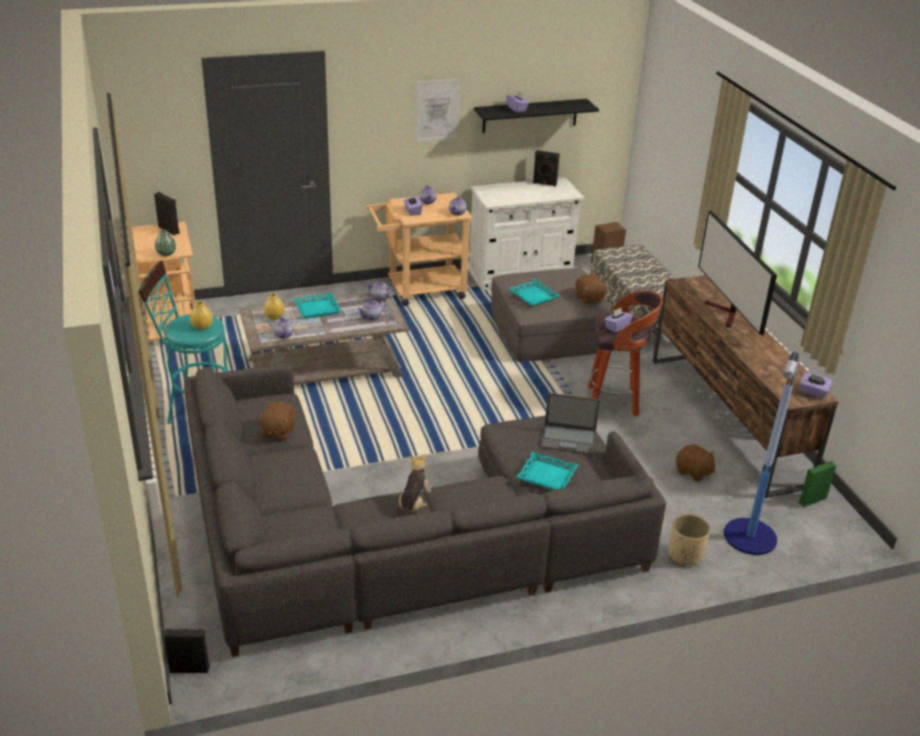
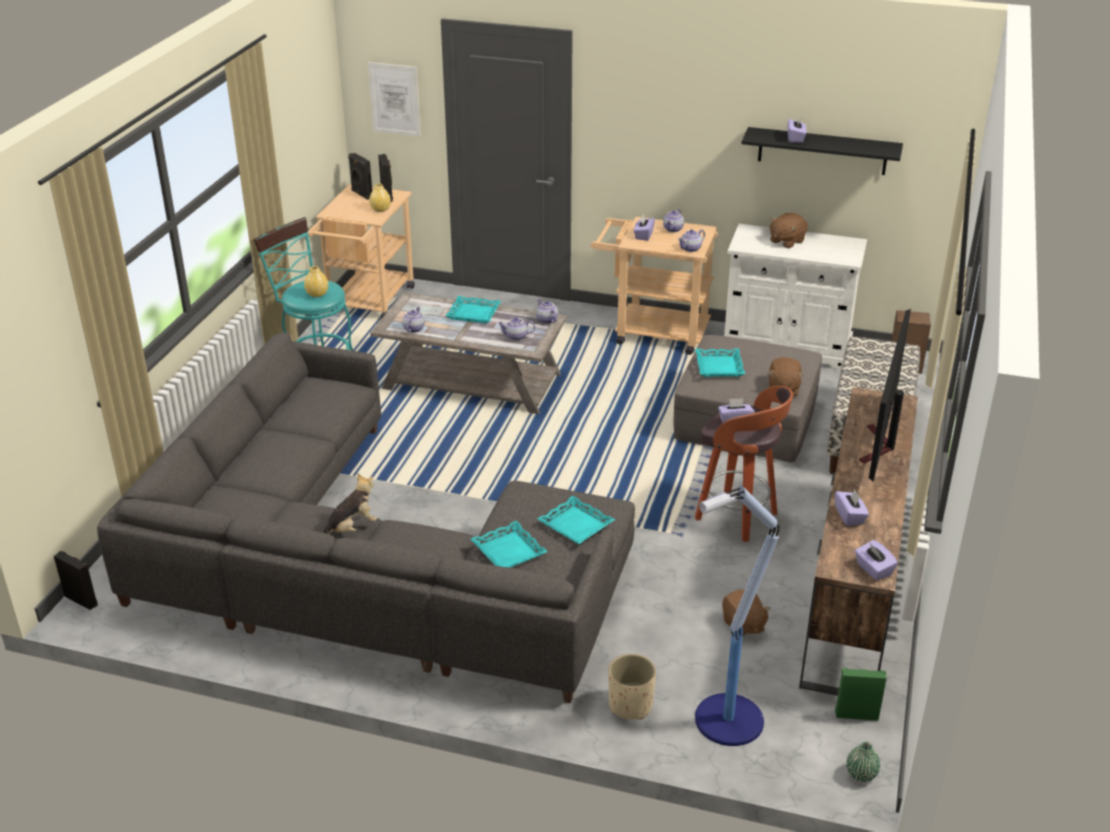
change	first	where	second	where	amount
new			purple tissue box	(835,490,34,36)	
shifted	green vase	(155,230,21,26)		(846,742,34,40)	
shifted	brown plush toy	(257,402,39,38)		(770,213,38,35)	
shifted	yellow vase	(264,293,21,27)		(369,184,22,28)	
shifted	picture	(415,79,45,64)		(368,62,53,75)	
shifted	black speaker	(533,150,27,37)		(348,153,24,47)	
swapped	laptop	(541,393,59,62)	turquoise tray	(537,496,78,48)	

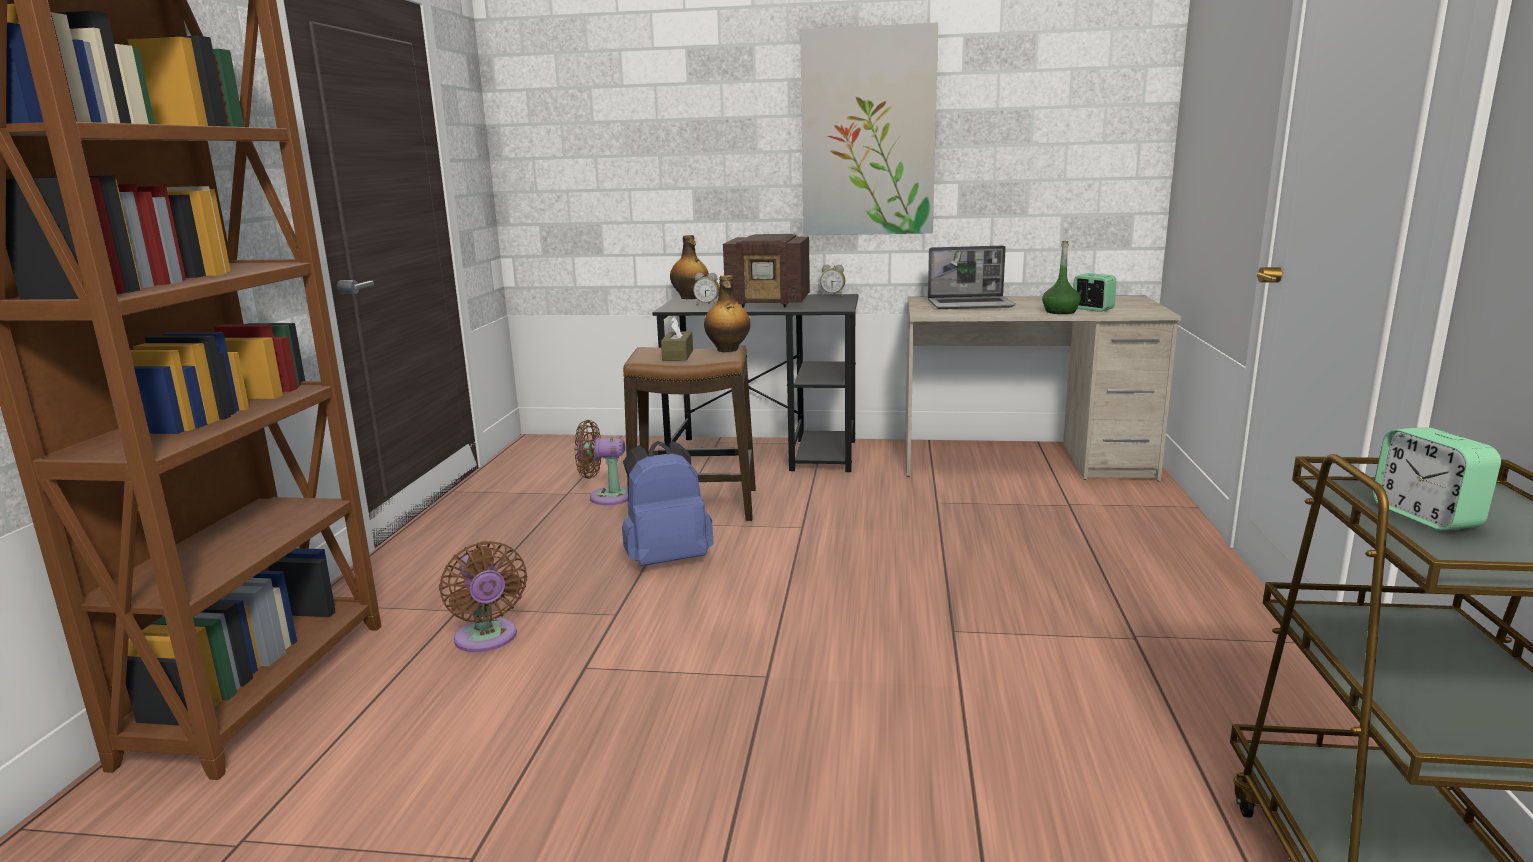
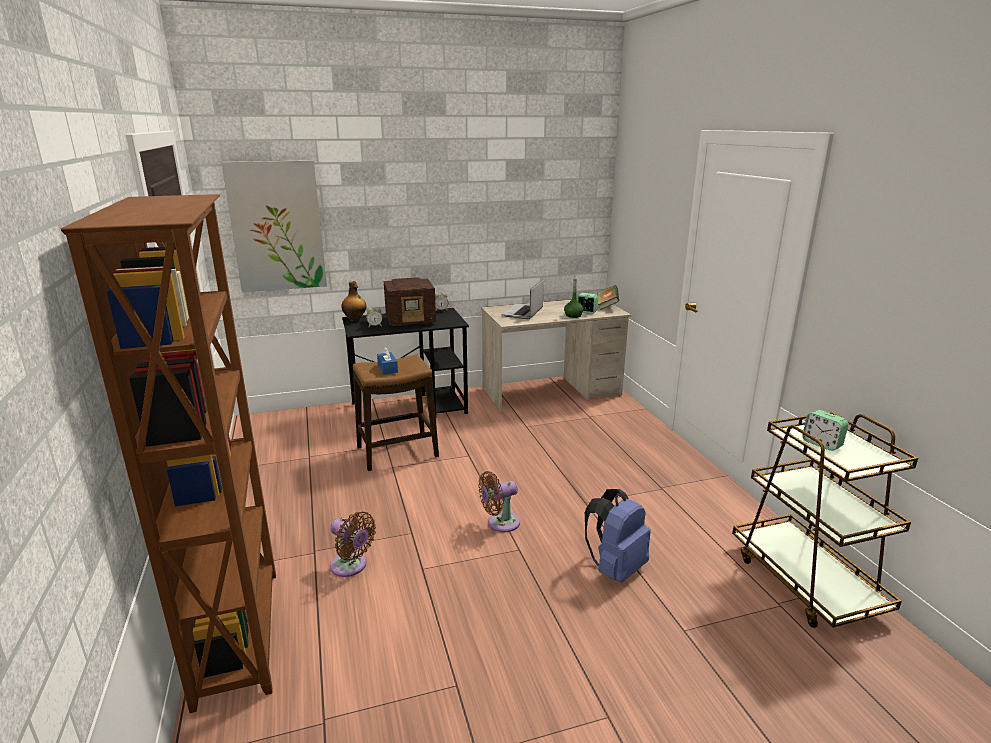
change	first	where	second	where	amount
gone	bottle	(704,275,47,77)			
new			book	(597,285,22,25)	
shifted	brown fan	(575,420,53,85)		(478,471,42,61)	
shifted	blue backpack	(622,441,92,125)		(585,489,66,94)	
shifted	picture	(800,23,138,212)		(221,160,106,132)	
repainted	brown tissue box	(661,317,32,44)	blue tissue box	(377,346,21,28)	
rotated	laptop	(928,246,88,63)		(502,279,42,40)	135 degrees clockwise

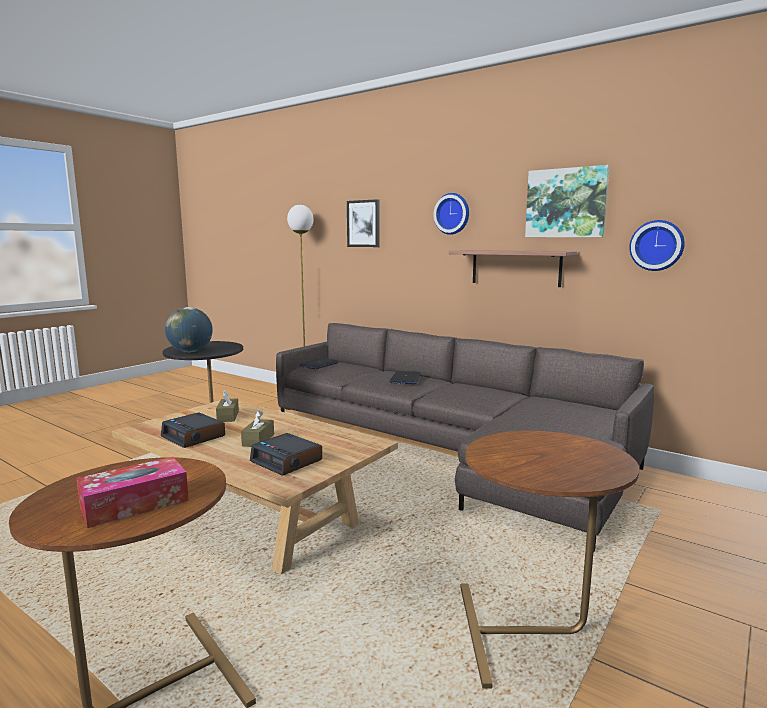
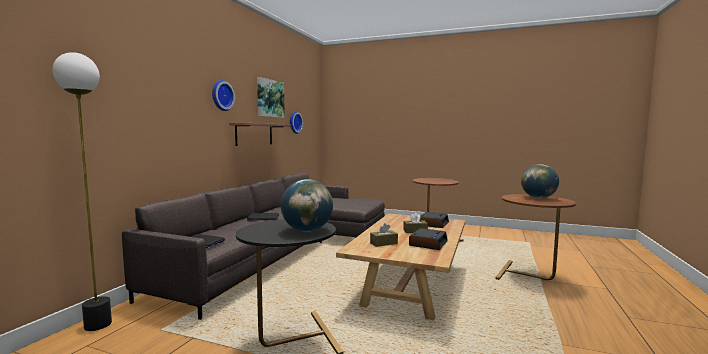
change	first	where	second	where	amount
gone	picture	(347,199,33,48)			
swapped	tissue box	(76,457,113,71)	globe	(521,164,38,34)	

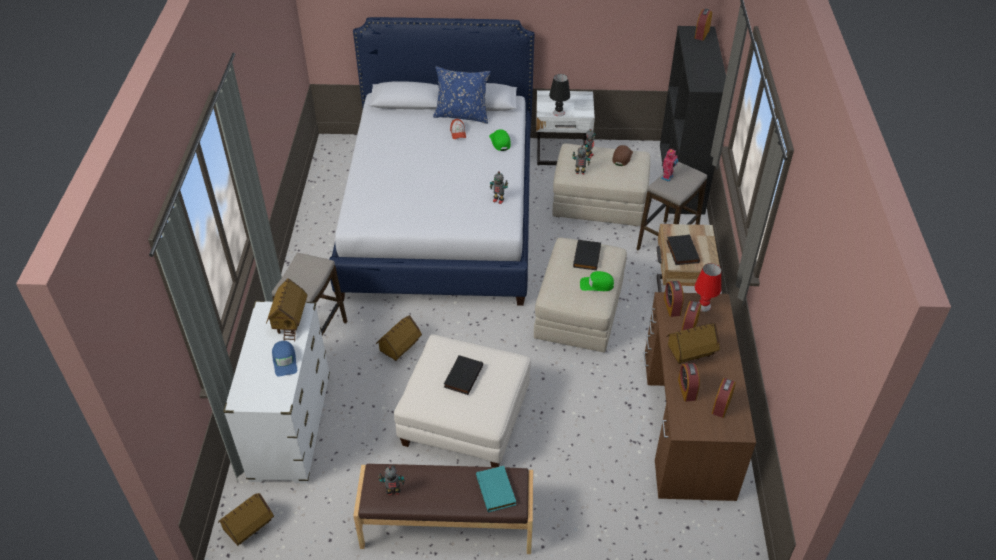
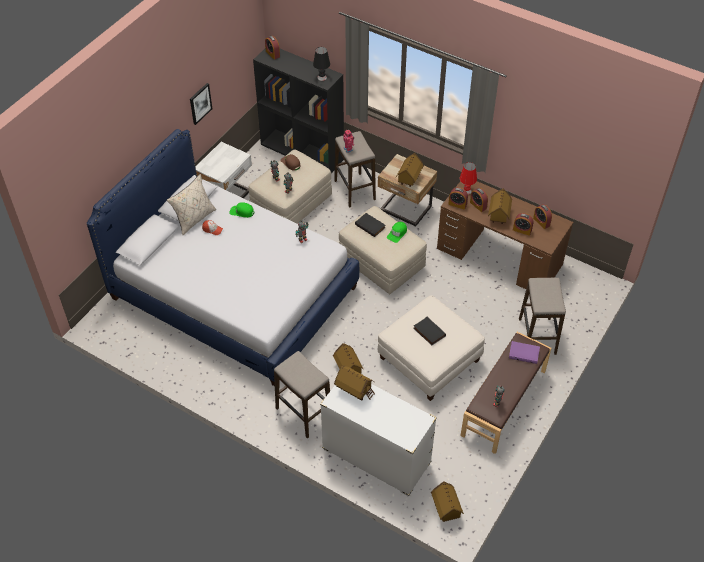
change	first	where	second	where	amount
gone	blue cap	(272,341,25,36)			
new			picture	(190,83,22,42)	
new			stool	(519,278,47,77)	
shifted	black table lamp	(549,74,21,42)		(313,47,17,34)	
swapped	black book	(666,234,34,31)	toy house	(396,153,28,34)	
repainted	blue pillow	(433,66,58,58)	beige pillow	(167,174,49,61)	
repainted	turquoise book	(476,466,40,47)	purple book	(509,341,31,23)	

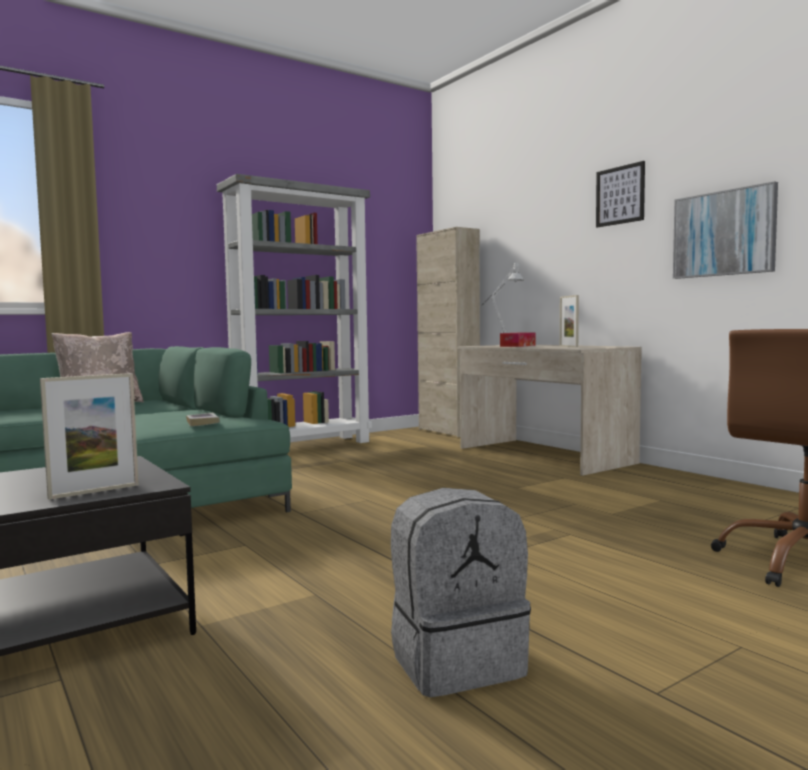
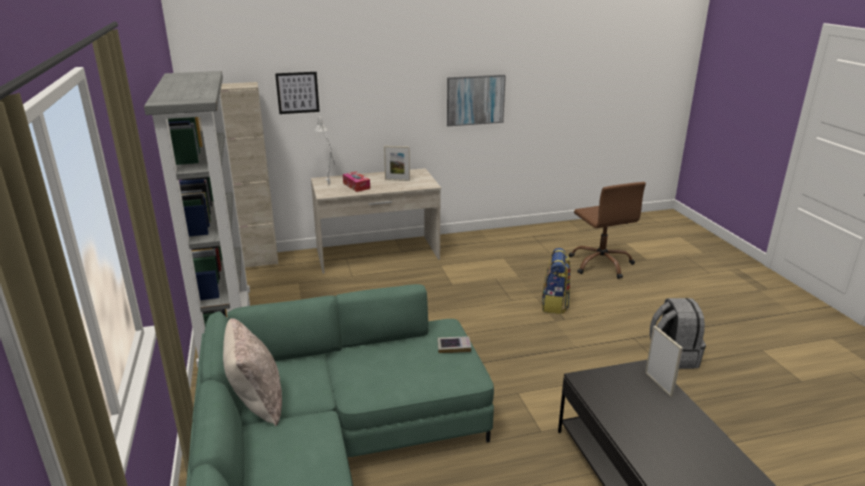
change	first	where	second	where	amount
new			backpack	(542,248,29,66)	
shifted	picture	(596,161,49,66)		(275,72,45,42)	

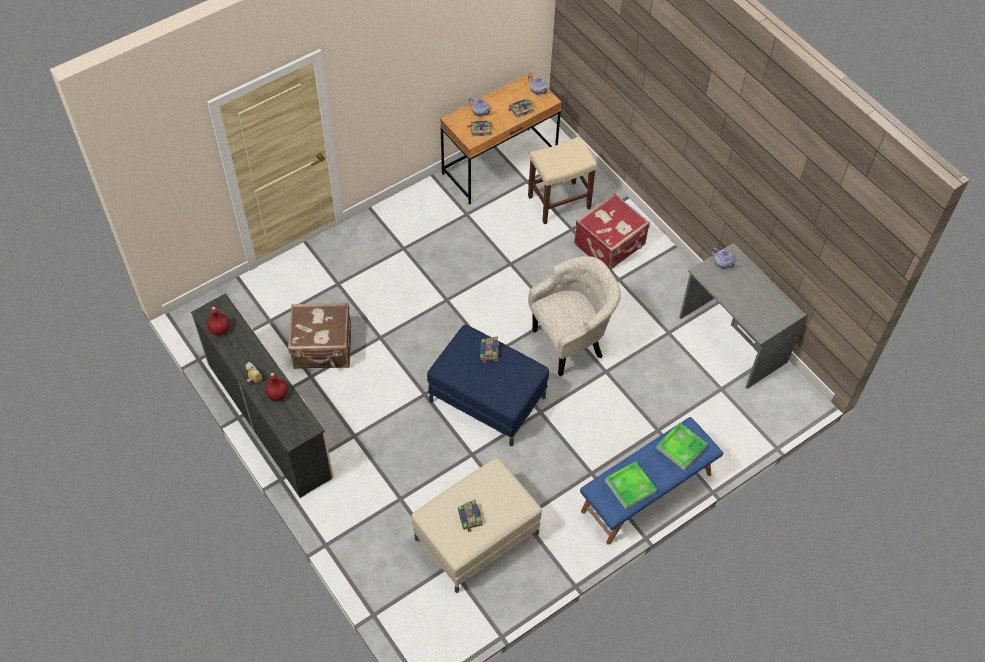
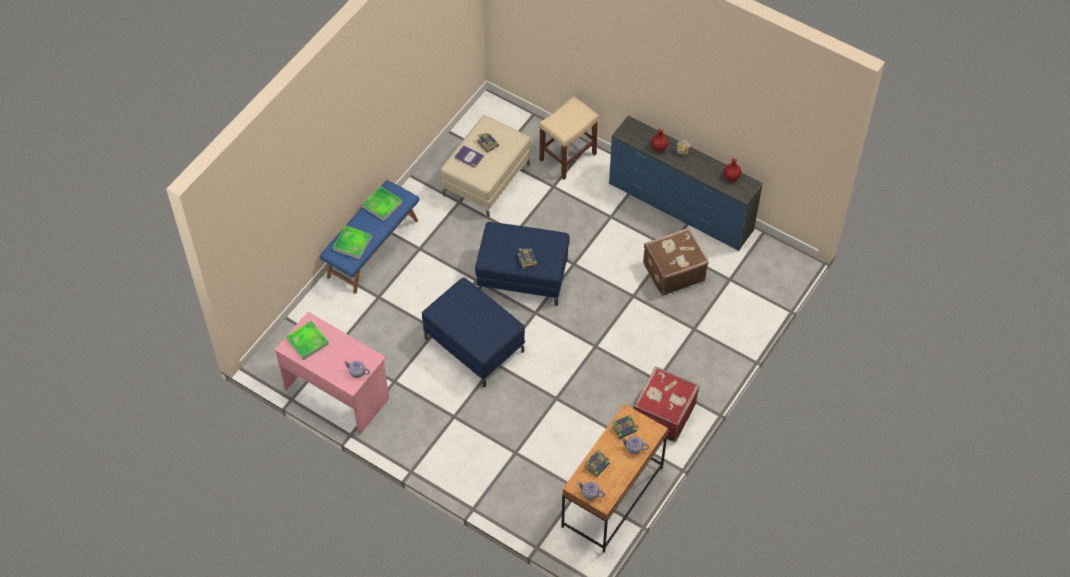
change	first	where	second	where	amount
new			tray	(286,321,43,39)	
new			book	(455,145,29,23)	
shifted	beige stool	(528,136,69,88)		(539,96,60,84)	
shifted	red suitcase	(574,193,76,77)		(633,366,66,76)	
swapped	beige armchair	(528,256,93,120)	blue ottoman	(422,278,103,109)	
repainted	beige dresser	(191,293,143,205)	blue dresser	(609,115,154,136)	
repainted	grey desk	(679,243,128,146)	pink desk	(275,312,114,123)	

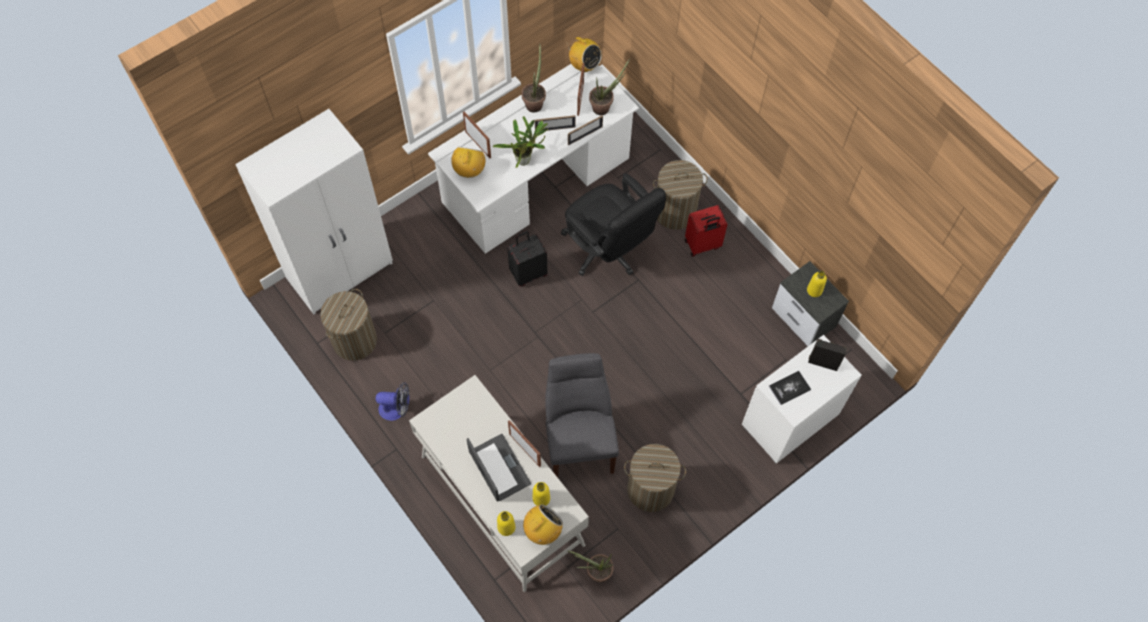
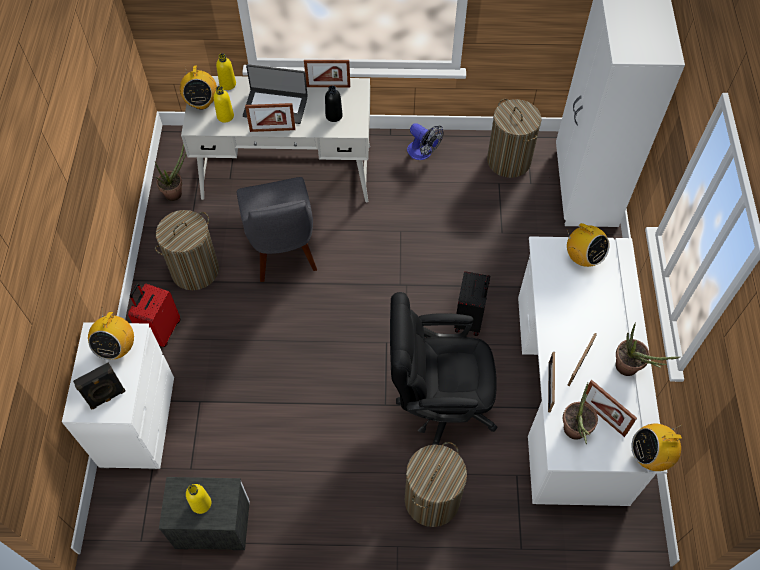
change	first	where	second	where	amount
gone	potted plant	(493,116,55,52)			
new			black bottle	(325,86,18,36)	
shifted	picture frame	(463,112,28,46)		(304,60,46,27)	
shifted	red suitcase	(685,205,42,52)		(128,283,52,64)	
swapped	book	(769,371,42,34)	radio	(88,307,46,53)	
rotated	fan	(376,382,33,39)		(407,123,37,37)	90 degrees counterclockwise
rotated	grey chair	(545,353,74,125)		(237,177,80,105)	45 degrees clockwise

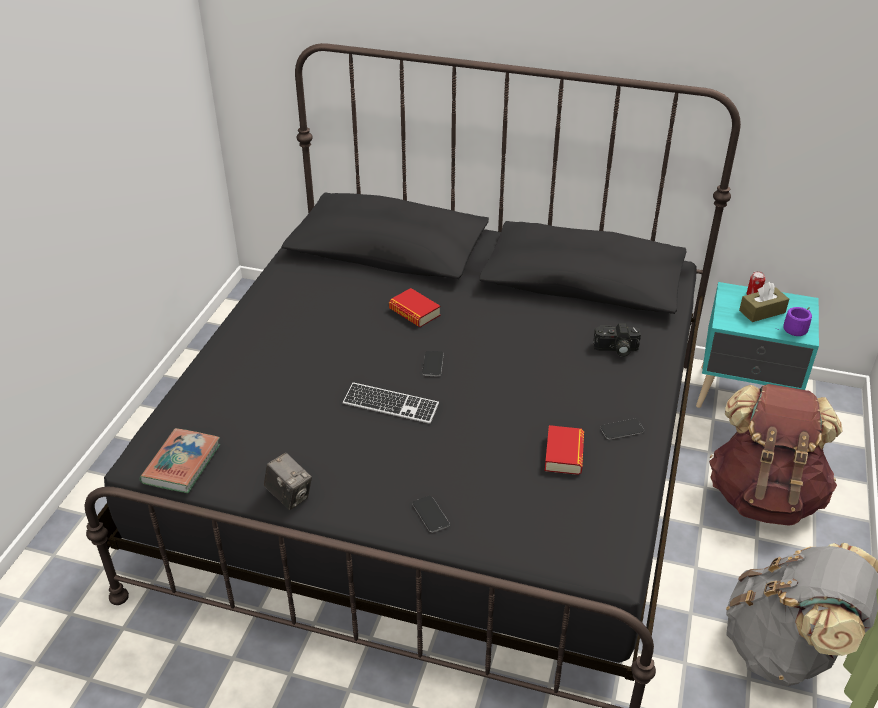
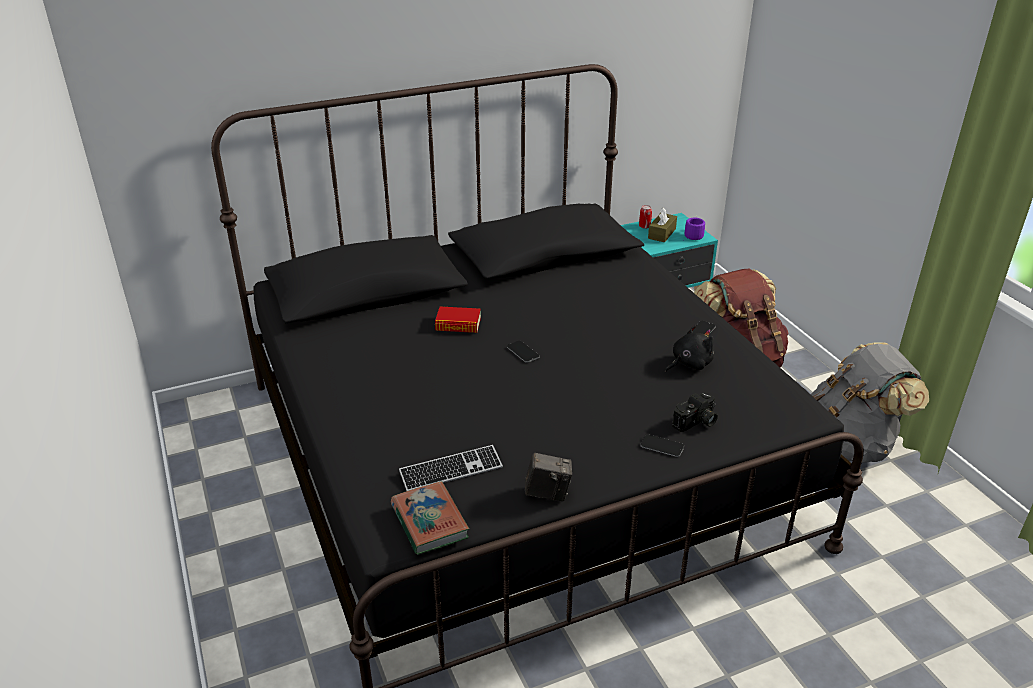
change	first	where	second	where	amount
shifted	keyboard	(343,382,96,42)		(399,445,104,46)	
shifted	photo camera	(593,323,48,34)		(672,392,46,40)	
swapped	book	(545,425,39,50)	black plush toy	(665,325,49,47)	

